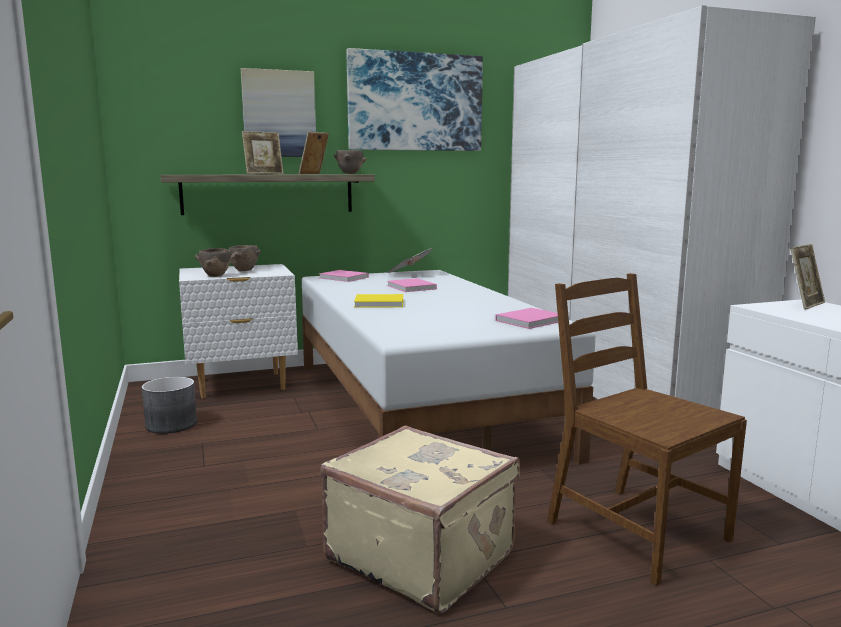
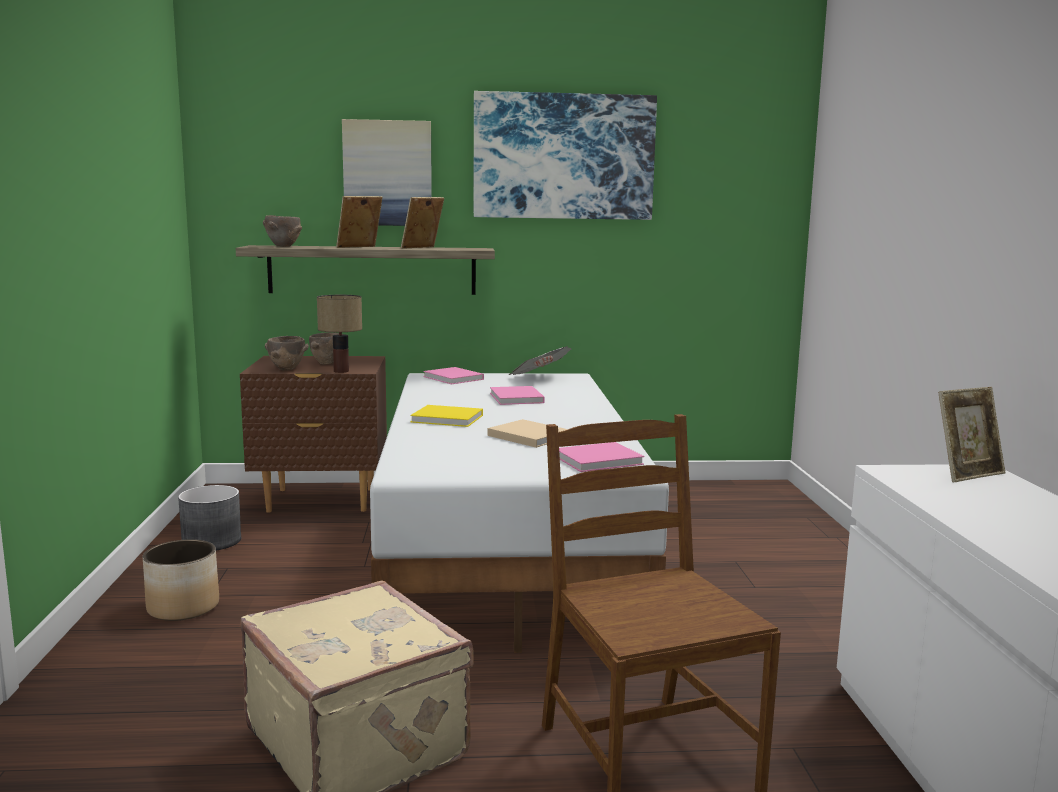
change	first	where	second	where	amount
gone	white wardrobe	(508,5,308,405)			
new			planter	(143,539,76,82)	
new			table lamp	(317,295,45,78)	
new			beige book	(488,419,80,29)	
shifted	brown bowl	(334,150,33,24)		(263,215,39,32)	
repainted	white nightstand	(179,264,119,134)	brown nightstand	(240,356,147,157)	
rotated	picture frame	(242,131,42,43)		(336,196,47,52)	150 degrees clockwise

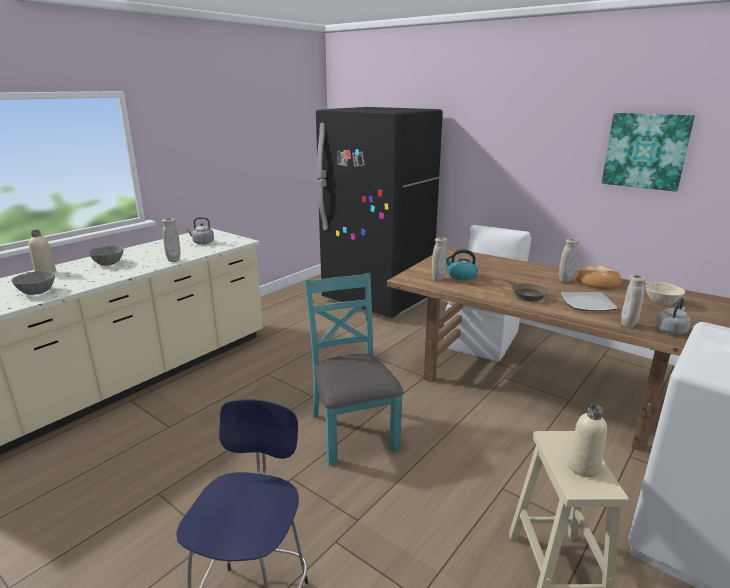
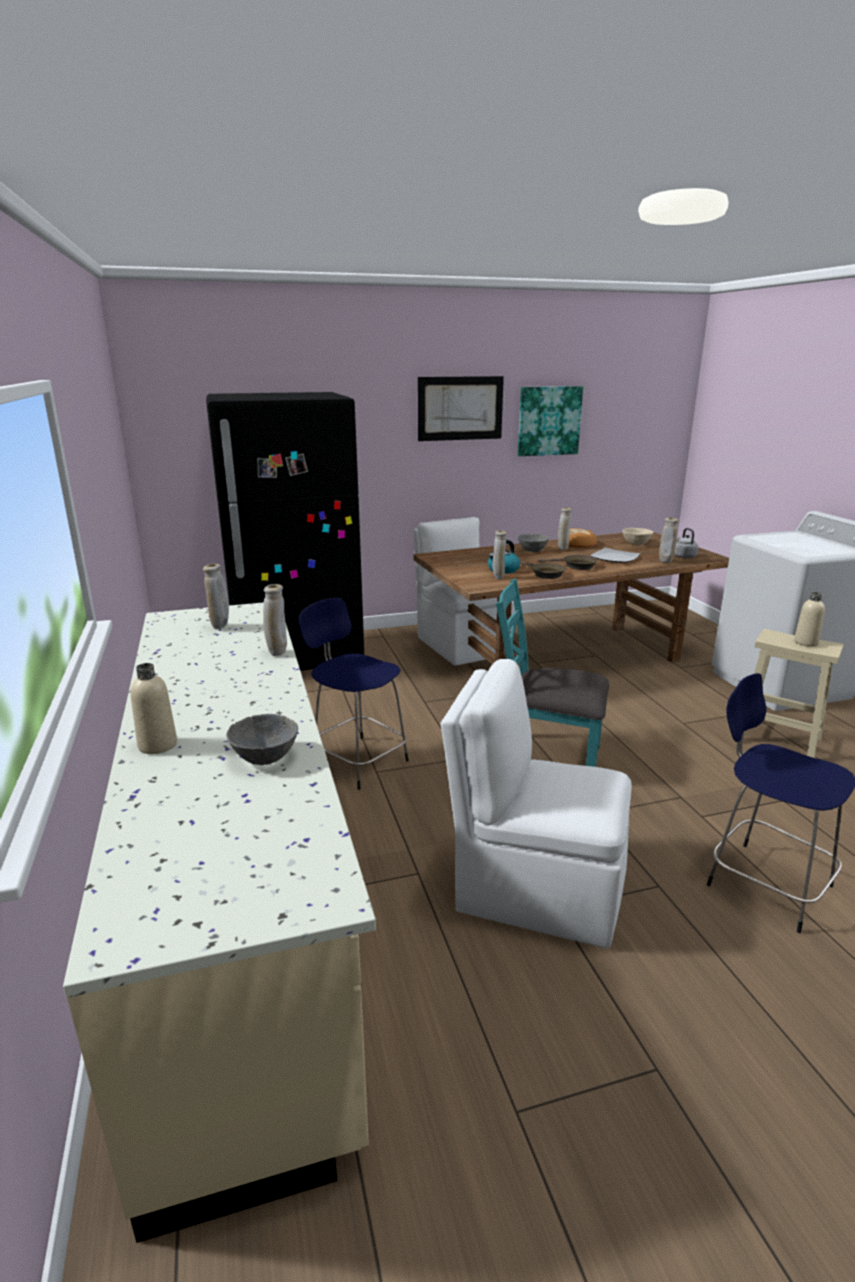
change	first	where	second	where	amount
new			blue stool	(299,598,110,192)	
new			picture	(418,376,86,65)	
new			white chair	(441,659,191,289)	
new			brown frying pan	(520,561,46,18)	
shifted	grey bowl	(88,245,36,21)		(518,534,31,18)	
swapped	grey kettle	(186,217,28,27)	beige vase	(203,564,26,65)	

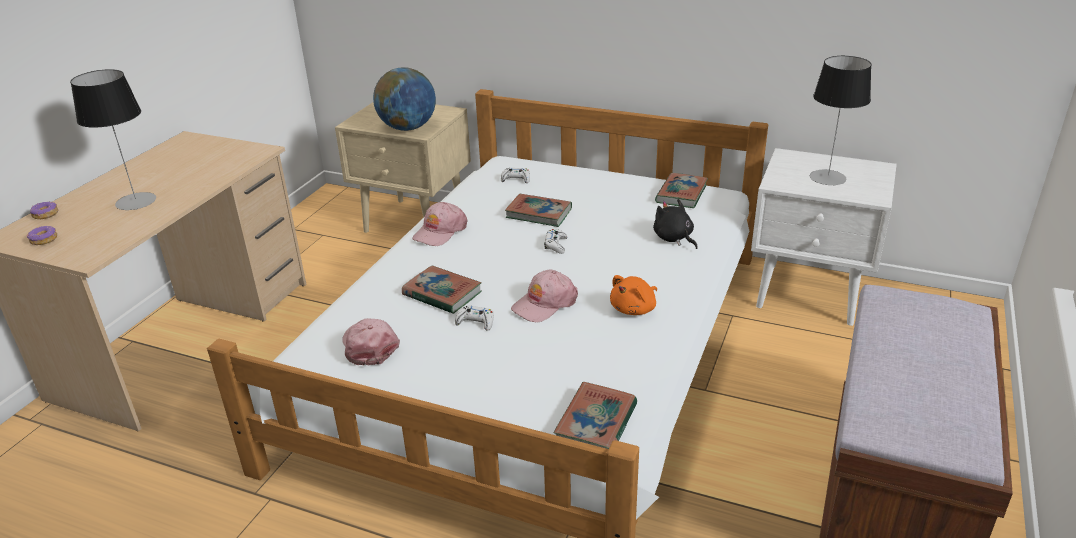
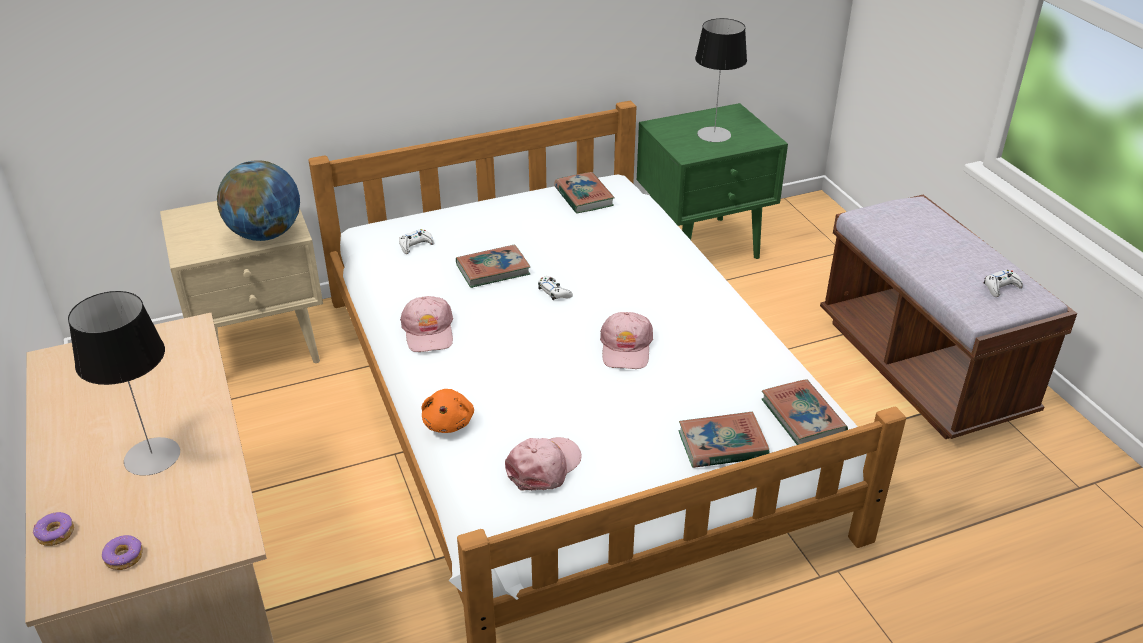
change	first	where	second	where	amount
gone	black plush toy	(653,199,45,50)			
shifted	book	(402,266,80,48)		(679,412,90,56)	
shifted	white game controller	(455,306,39,25)		(983,270,40,27)	
shifted	orange plush toy	(610,275,47,40)		(421,389,53,44)	
repainted	white nightstand	(751,148,146,178)	green nightstand	(637,103,151,156)	
rotated	pink cap	(342,318,58,48)		(505,437,77,53)	105 degrees clockwise

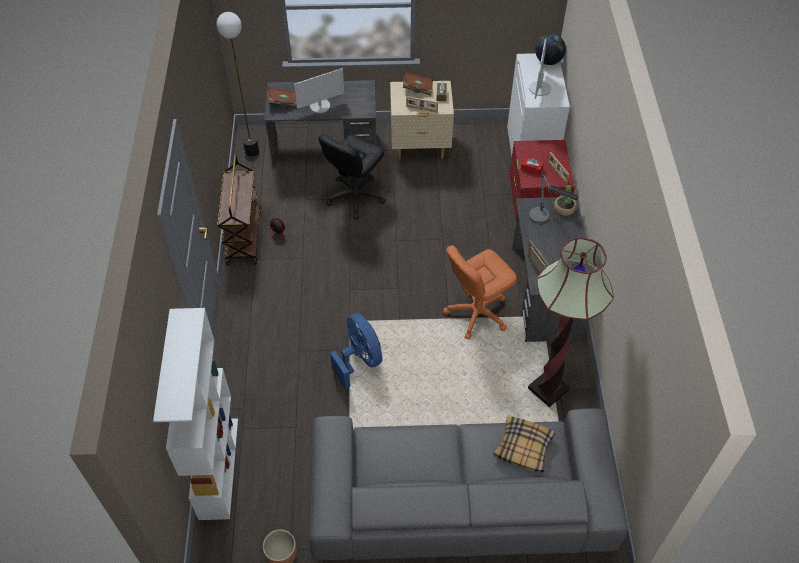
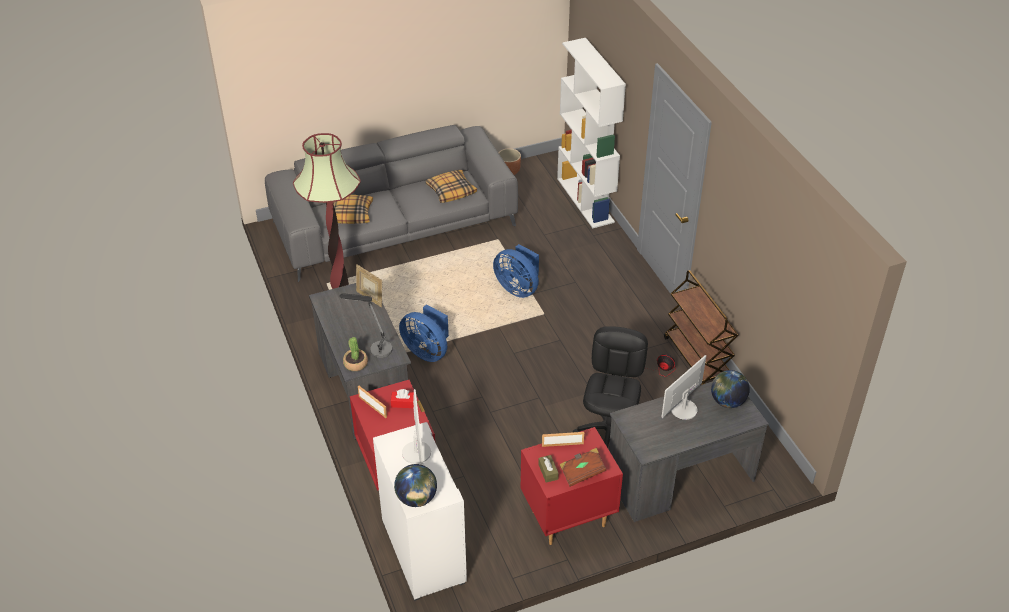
change	first	where	second	where	amount
gone	floor lamp	(216,12,43,144)			
new			pillow	(426,170,51,33)	
swapped	brown book	(268,87,29,21)	globe	(711,370,39,38)	
swapped	orange office chair	(443,245,74,94)	blue fan	(399,305,50,57)	
repainted	beige nightstand	(390,81,64,79)	red nightstand	(521,427,102,118)	

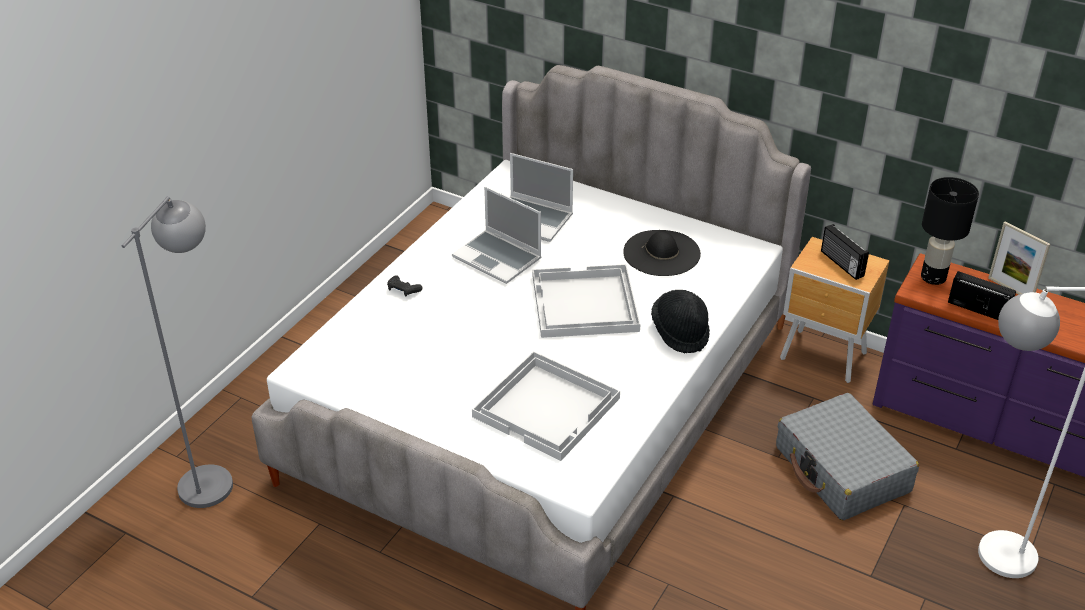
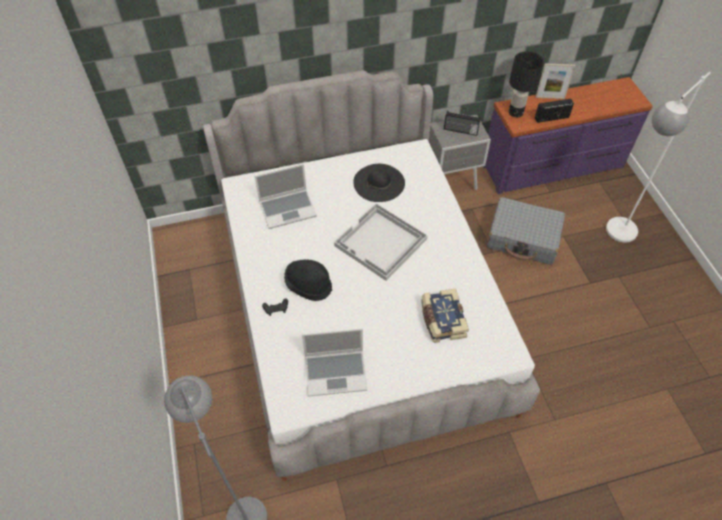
change	first	where	second	where	amount
shifted	laptop	(452,186,90,98)		(302,329,66,68)	
shifted	black hat	(651,290,59,63)		(284,260,48,41)	
swapped	white tray	(472,351,148,110)	book	(421,288,48,55)	
repainted	brown nightstand	(780,237,110,146)	grey nightstand	(429,114,62,76)	

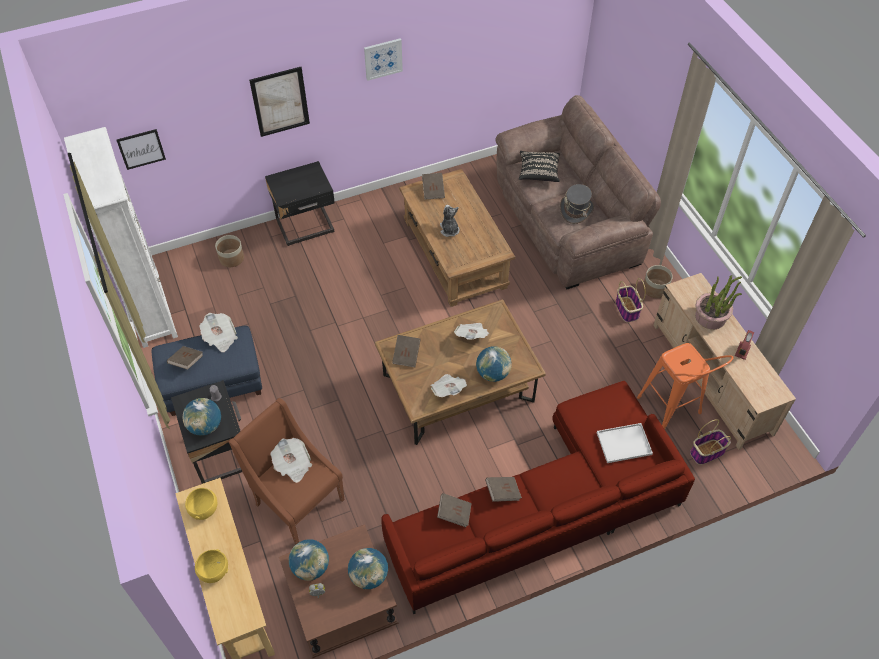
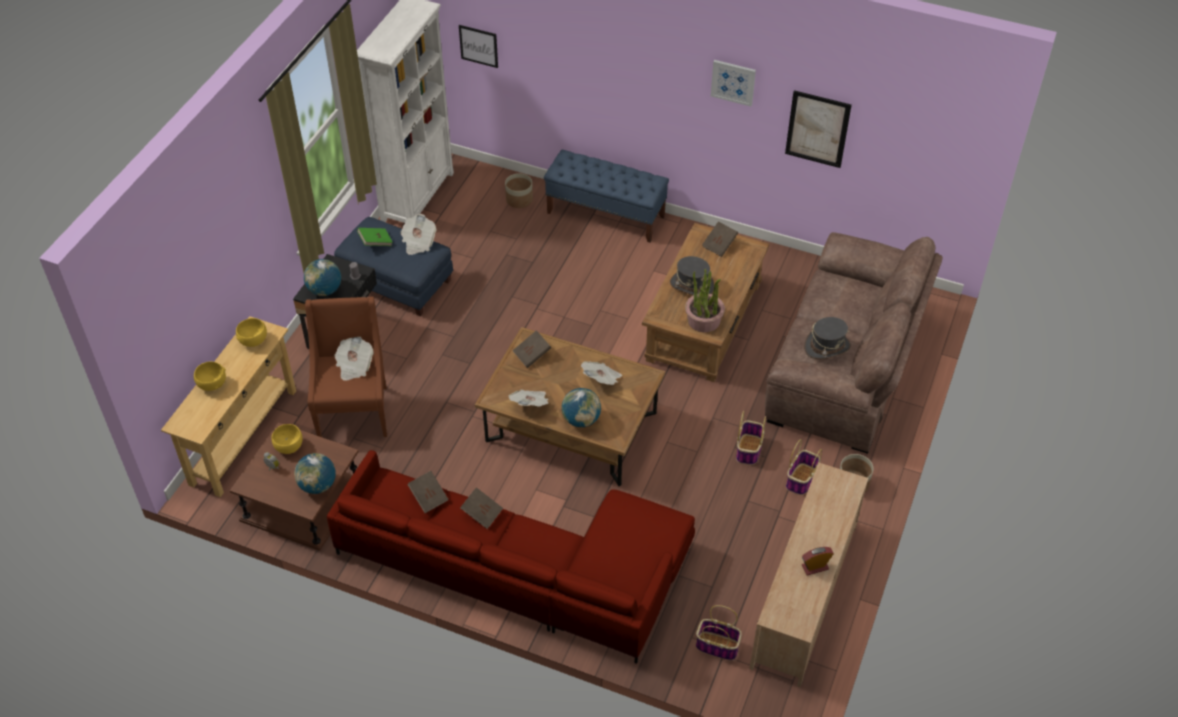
change	first	where	second	where	amount
gone	black pillow	(519,151,41,31)			
gone	white tray	(597,423,56,40)			
gone	orange stool	(637,343,97,86)			
new			basket	(736,411,30,54)	
shifted	picture	(249,67,61,70)		(785,90,67,78)	
shifted	potted plant	(695,275,47,54)		(685,269,40,63)	
swapped	black nightstand	(265,161,70,85)	blue bench	(544,150,125,93)	
swapped	globe	(289,539,40,42)	yellow bowl	(271,424,31,30)	
swapped	plush toy	(440,205,20,32)	grey hat	(670,256,45,40)	
repainted	brown book	(167,346,36,24)	green book	(357,228,36,18)	

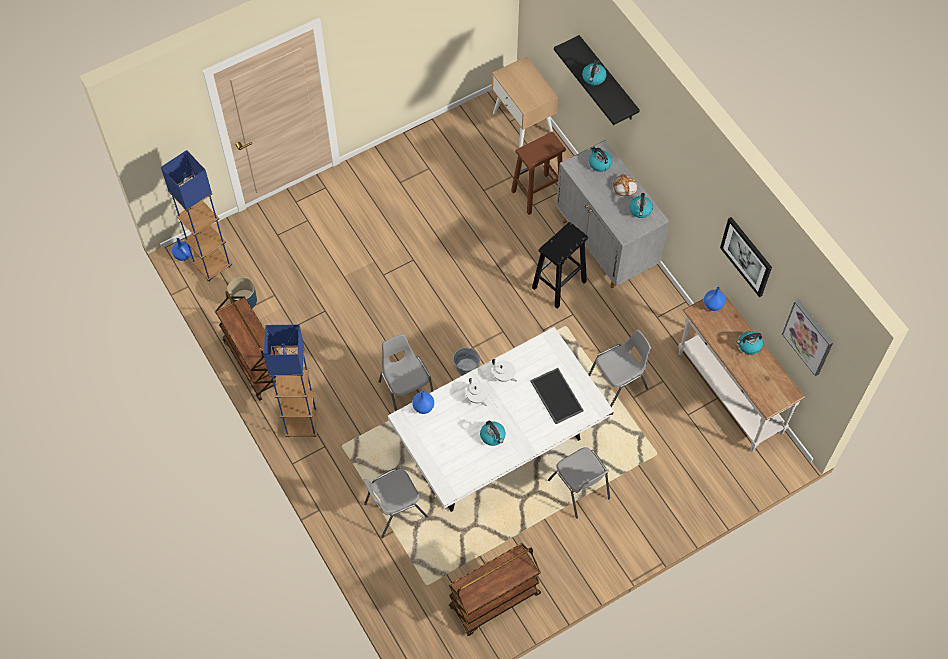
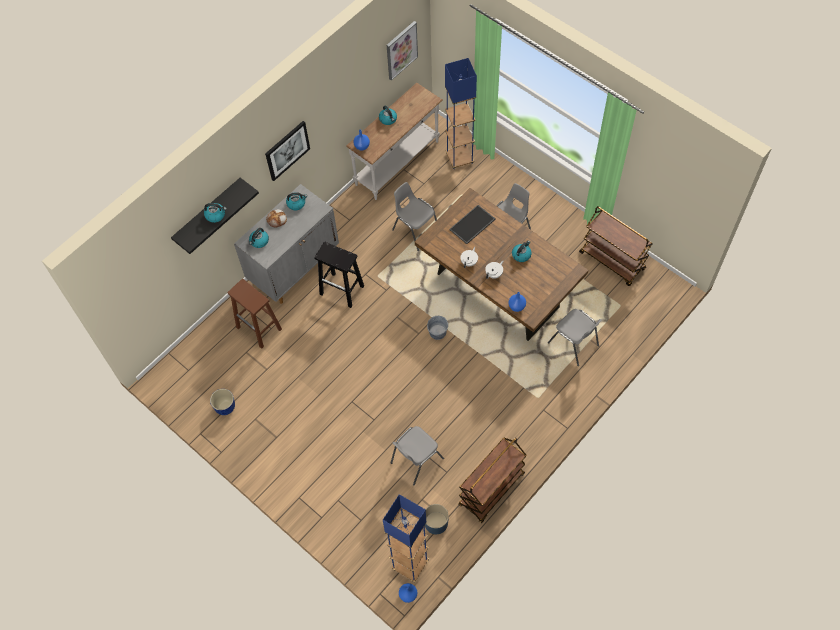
change	first	where	second	where	amount
gone	beige nightstand	(492,56,66,92)			
new			planter	(210,389,25,26)	
shifted	blue floor lamp	(264,324,54,113)		(445,58,32,111)	
shifted	grey chair	(379,334,54,77)		(391,426,53,59)	
shifted	picture	(720,217,52,80)		(265,121,45,60)	
repainted	white dining table	(388,327,226,185)	brown dining table	(415,188,174,153)	

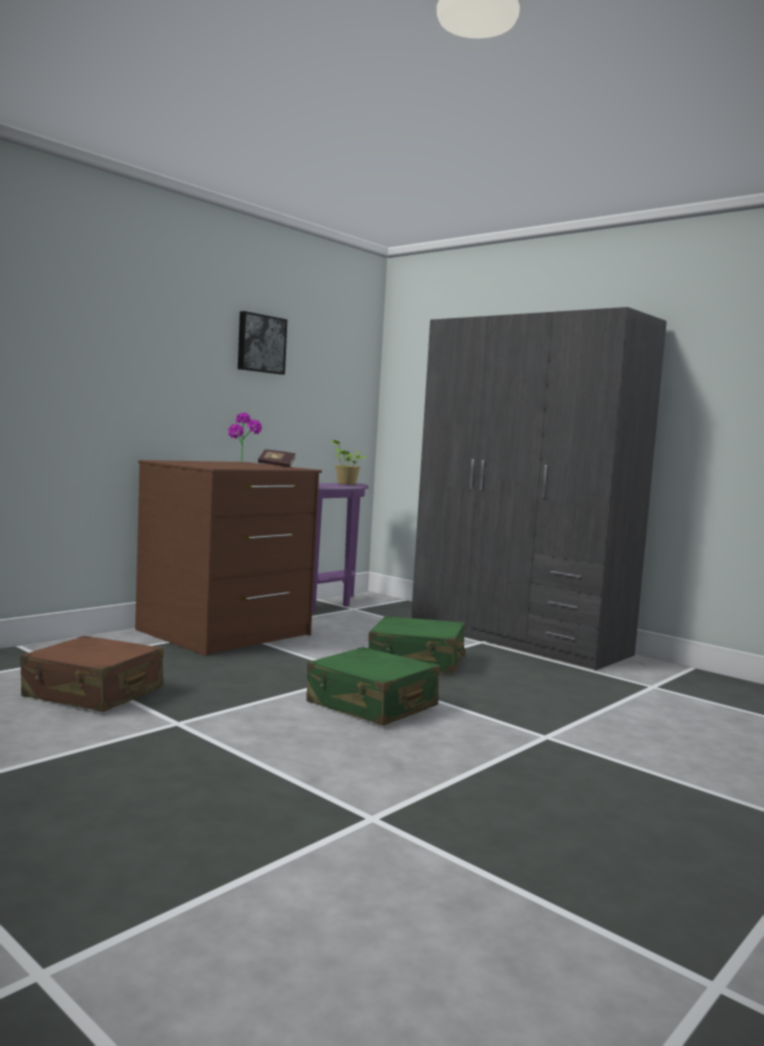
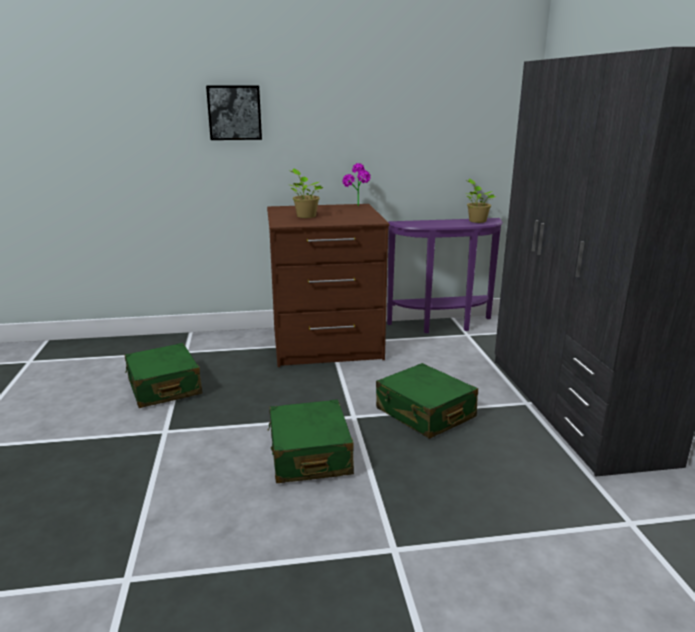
change	first	where	second	where	amount
gone	book	(258,449,38,18)			
new			potted plant	(290,168,33,50)	
shifted	picture	(238,311,49,64)		(206,86,56,54)	
repainted	brown suitcase	(20,636,144,76)	green suitcase	(125,343,77,65)	

